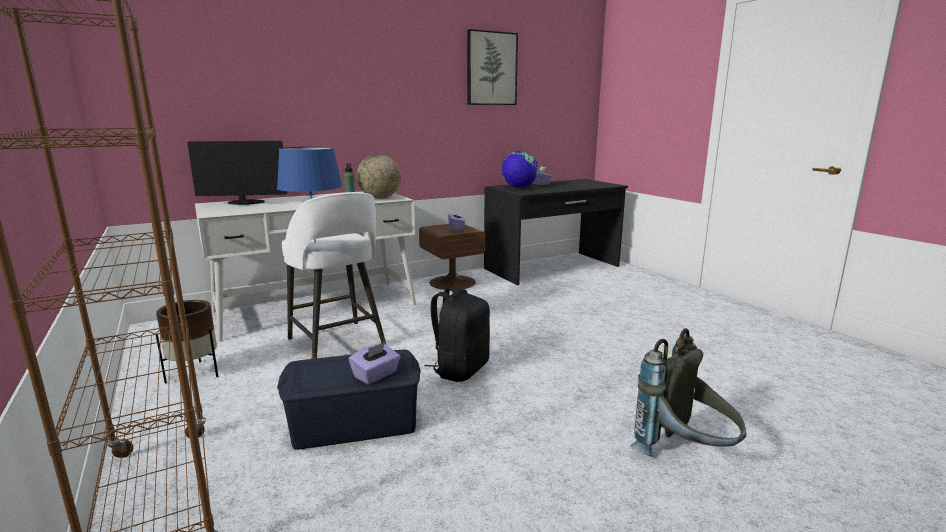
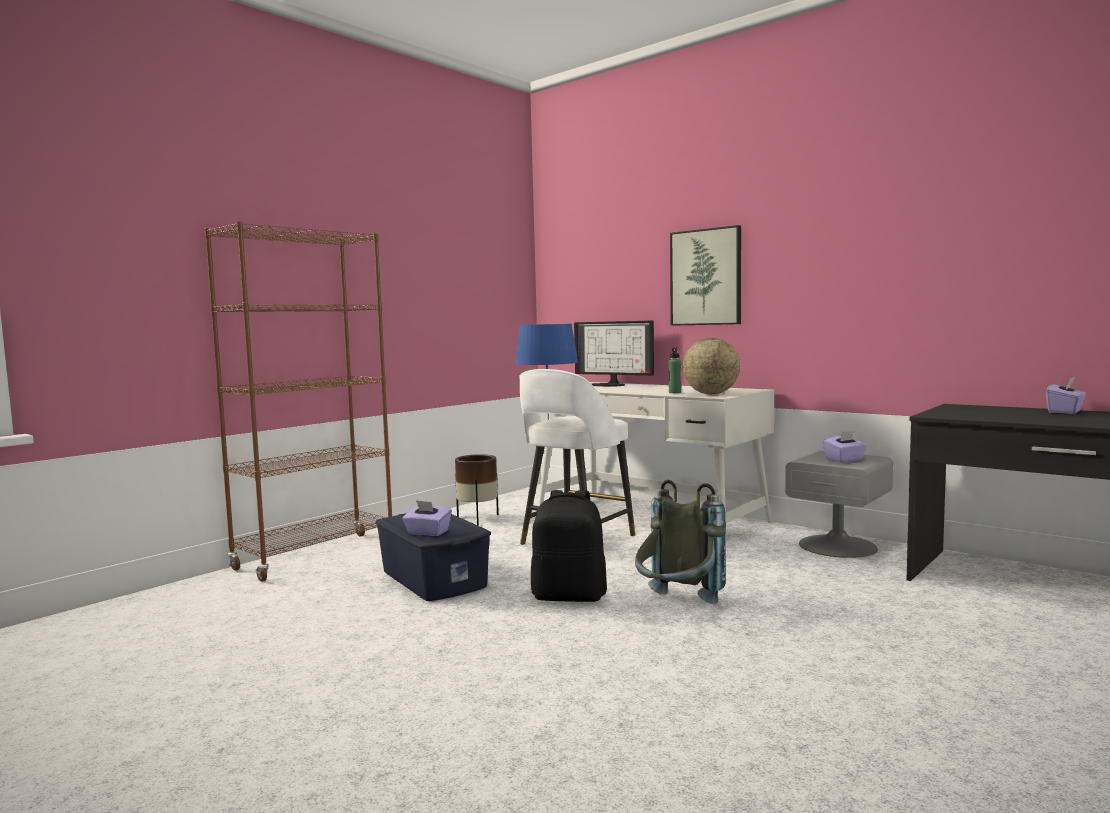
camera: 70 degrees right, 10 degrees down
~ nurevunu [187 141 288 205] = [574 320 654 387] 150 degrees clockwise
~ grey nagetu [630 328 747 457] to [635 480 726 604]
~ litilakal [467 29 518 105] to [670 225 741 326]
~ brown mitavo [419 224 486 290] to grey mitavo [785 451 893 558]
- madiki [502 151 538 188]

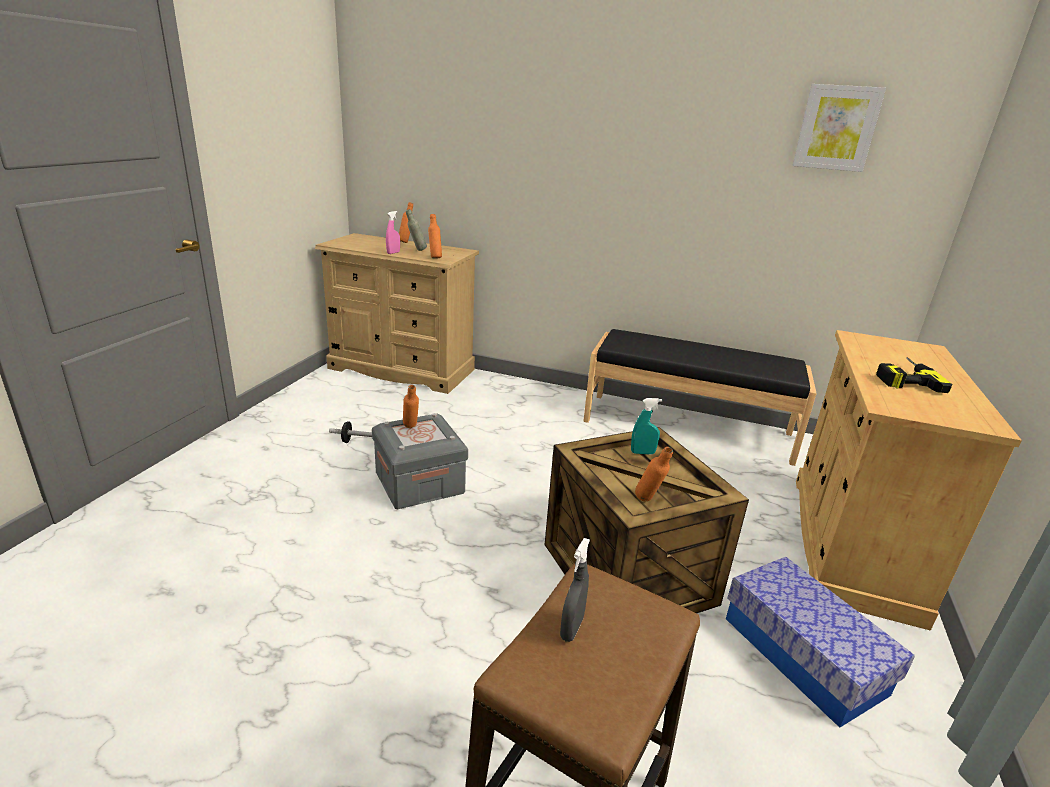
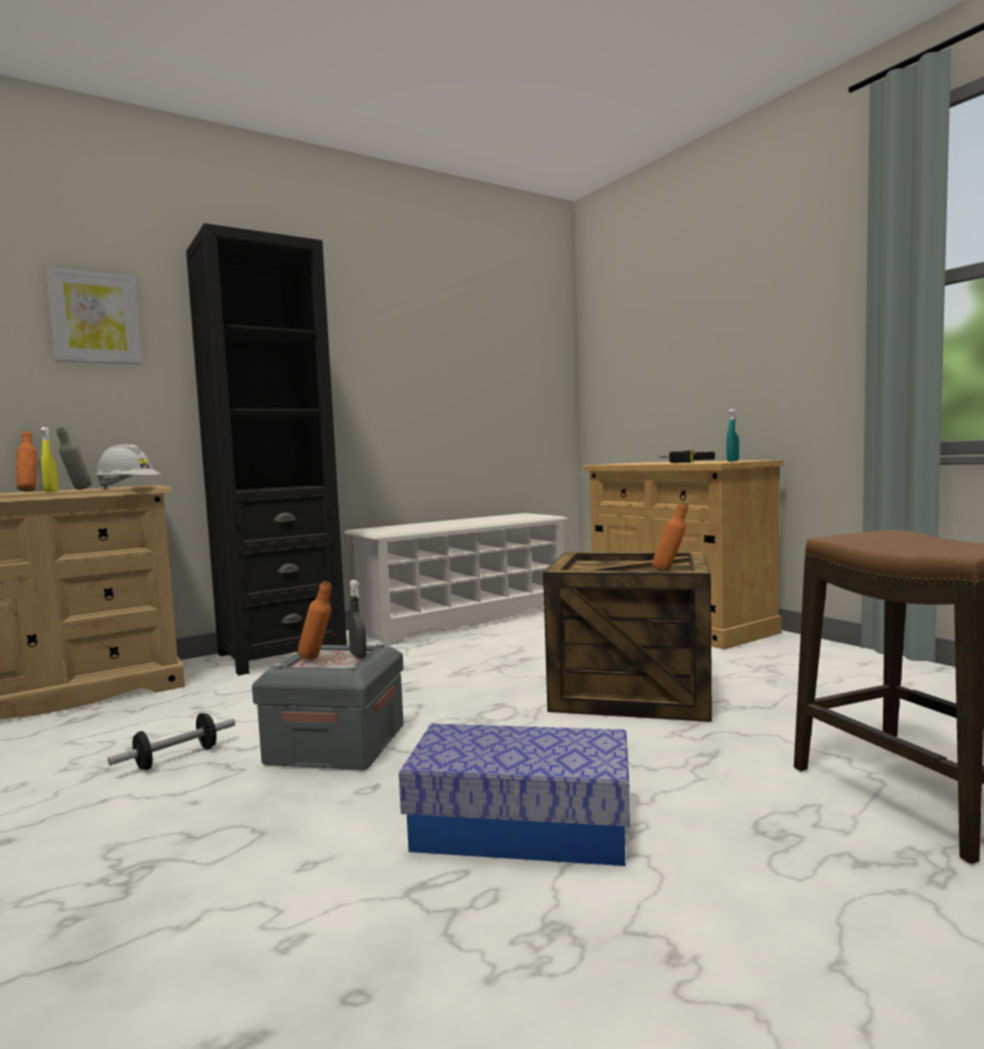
camera: 50 degrees left, 20 degrees down
~ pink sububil [386 211 400 254] to yellow sububil [41 427 58 492]
~ litilakal [793 84 886 172] to [46 267 142 364]
~ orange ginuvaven [428 214 442 259] to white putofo [95 444 161 488]
+ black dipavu [186 223 347 675]
~ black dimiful [583 329 817 466] to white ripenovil [344 513 567 646]
~ grey sububil [560 538 590 642] to [348 580 367 658]
~ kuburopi [726 557 915 728] to [399 724 630 866]
~ turquoise sububil [631 398 662 454] to [727 409 739 461]

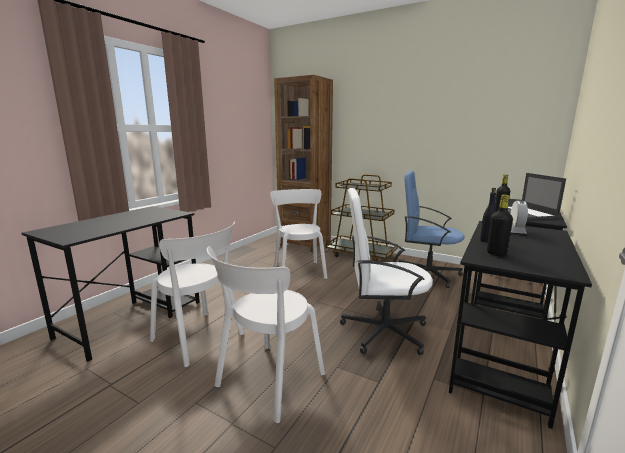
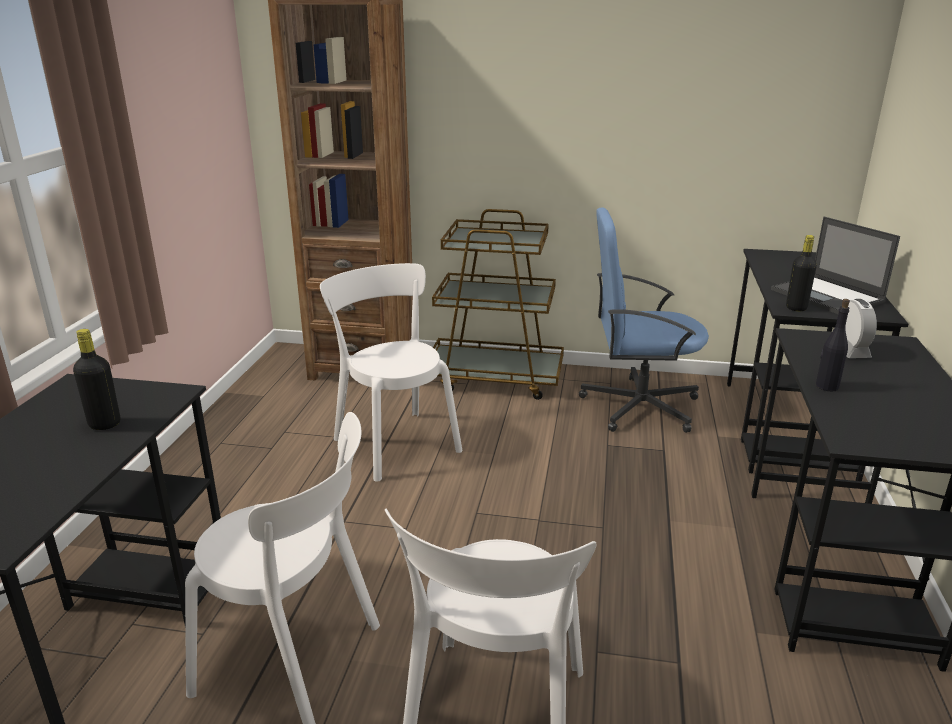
camera: 20 degrees left, 10 degrees up
~ black ginuvaven [487 195 513 256] to [73 329 120 430]
- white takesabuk [340 188 433 355]

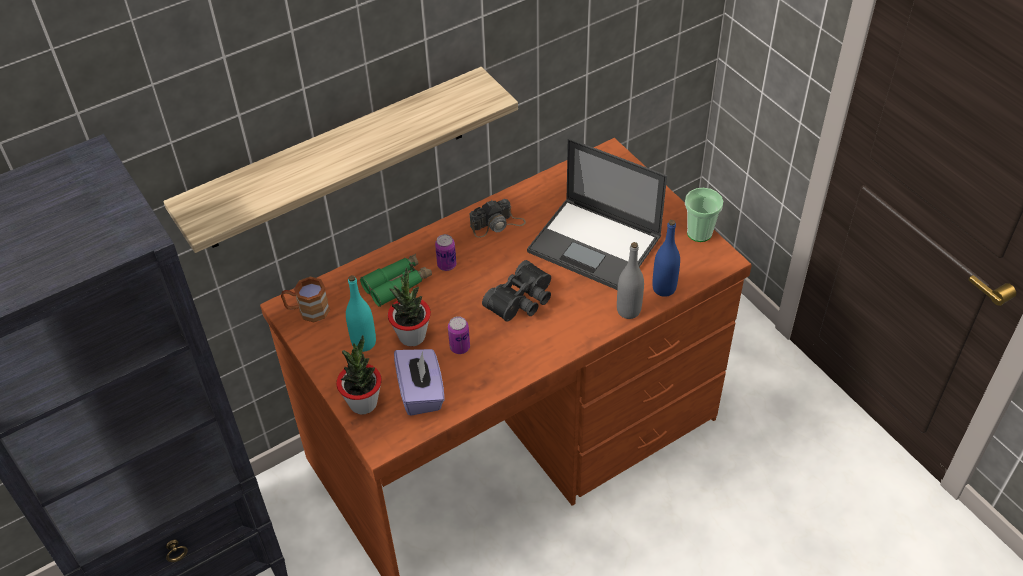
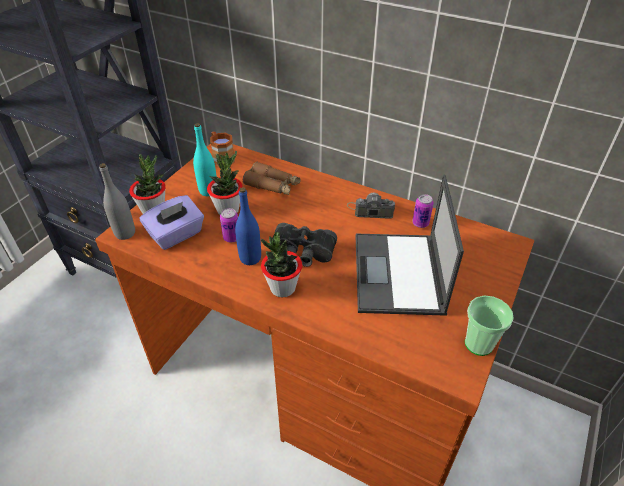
camera: 60 degrees right, 5 degrees down
~ grey ginuvaven [617 242 644 319] to [99 163 135 240]
~ blue ginuvaven [652 220 680 297] to [235 187 261 265]
~ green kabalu [360 254 432 307] to brown kabalu [243 162 301 195]
+ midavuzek [261 232 302 298]
~ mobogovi [470 199 526 238] = [347 193 395 219] 150 degrees clockwise
~ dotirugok [435 234 456 271] to [412 194 434 228]
- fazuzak [164 67 518 253]

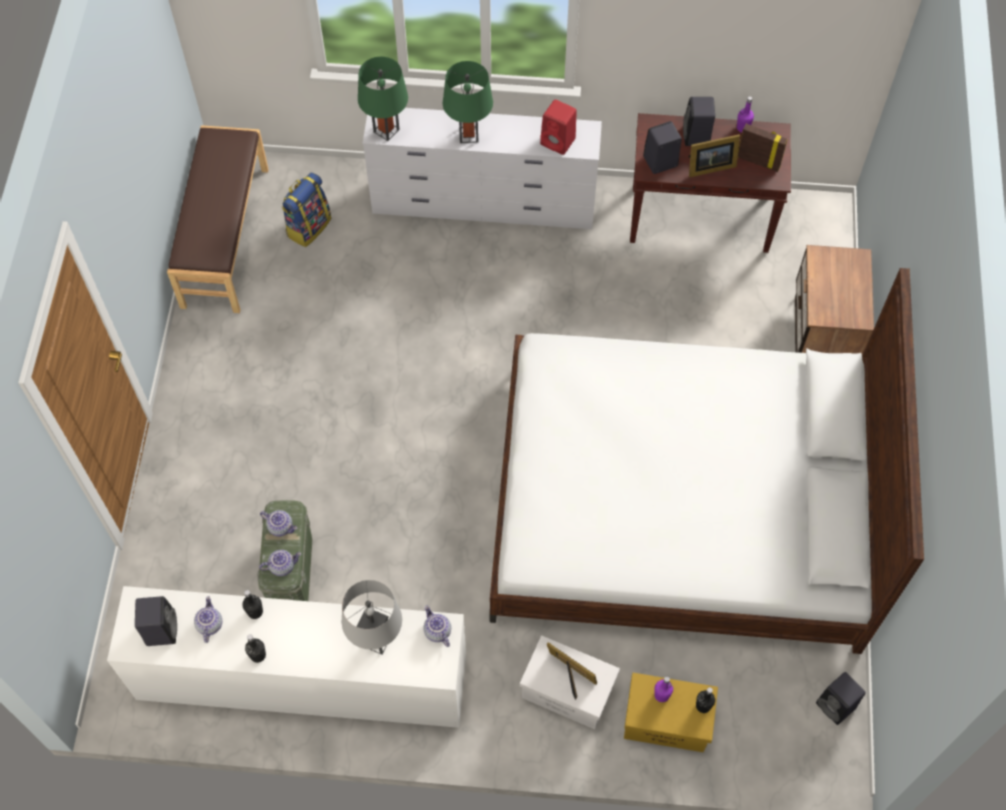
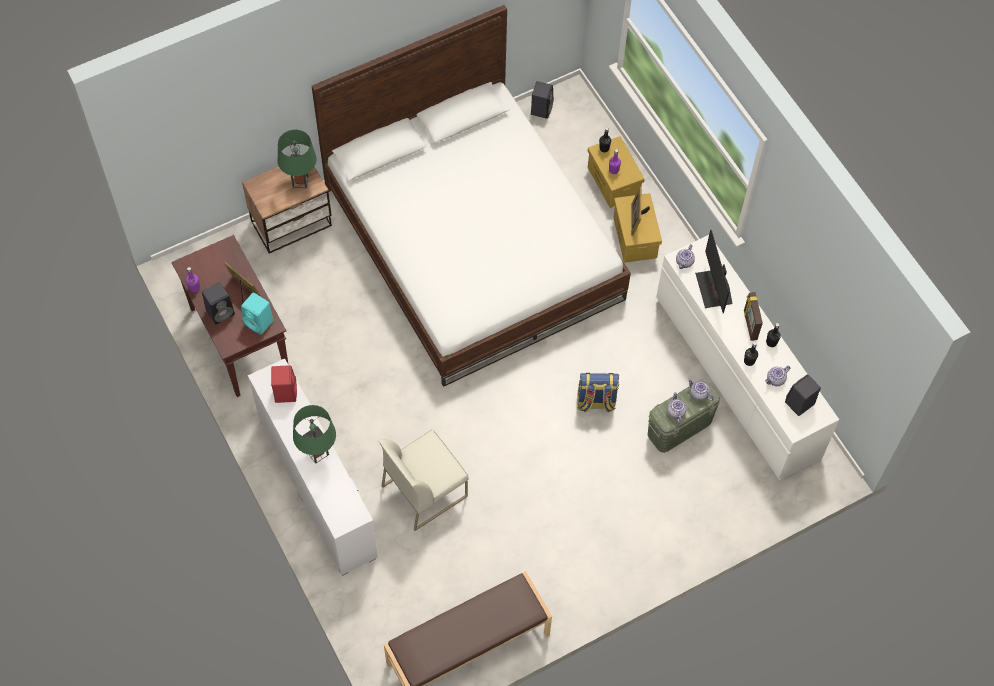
camera: 125 degrees left, 0 degrees up
~ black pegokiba [643 121 682 174] to turquoise pegokiba [241 292 274 335]
~ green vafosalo [358 56 408 141] to [278 130 317 188]
+ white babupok [378 430 469 531]
~ nagetu [281 172 331 247] to [577 373 619 413]
~ white kuburopi [520 635 620 729] to yellow kuburopi [613 193 662 263]
~ grey vafosalo [342 580 402 654] to nurevunu [695 230 733 313]
~ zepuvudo [738 124 788 172] to [744 292 763 341]

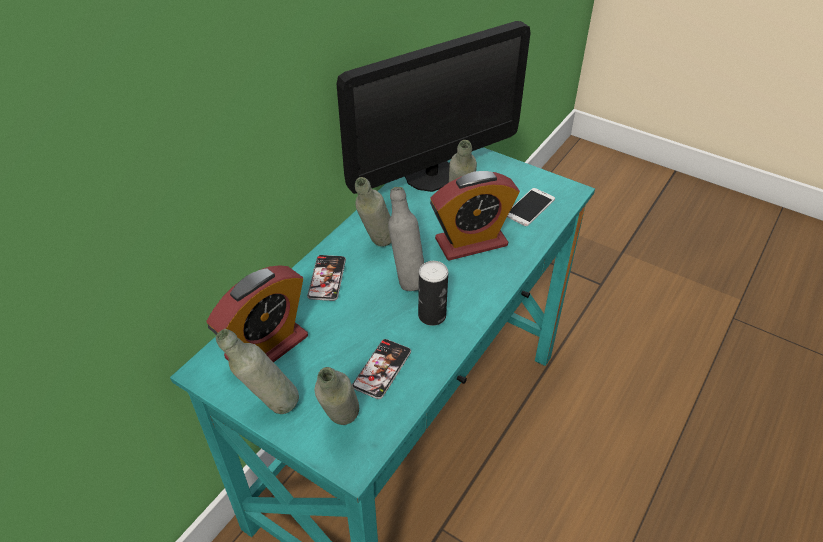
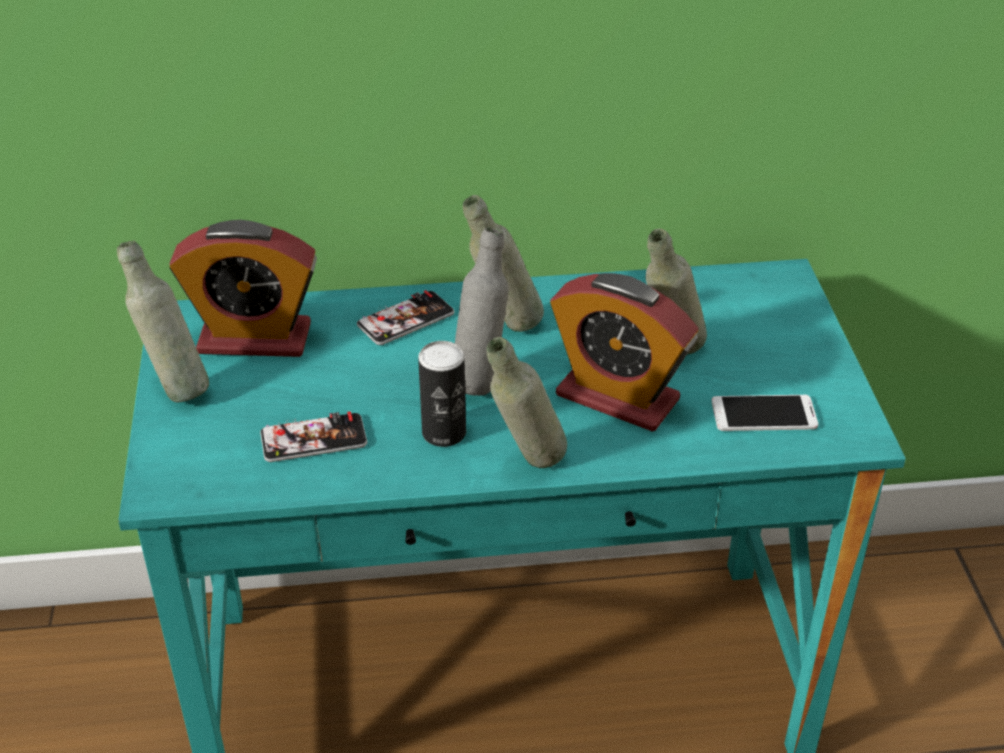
camera: 50 degrees right, 5 degrees down
~ grey ginuvaven [315 367 359 425] to [487 337 567 468]
- nurevunu [336 21 531 194]

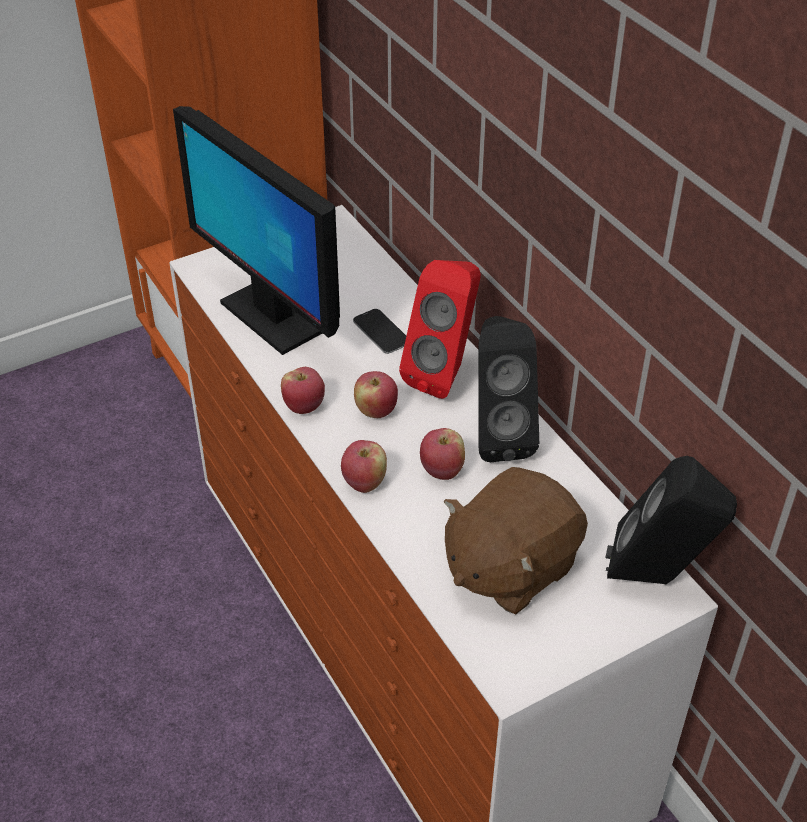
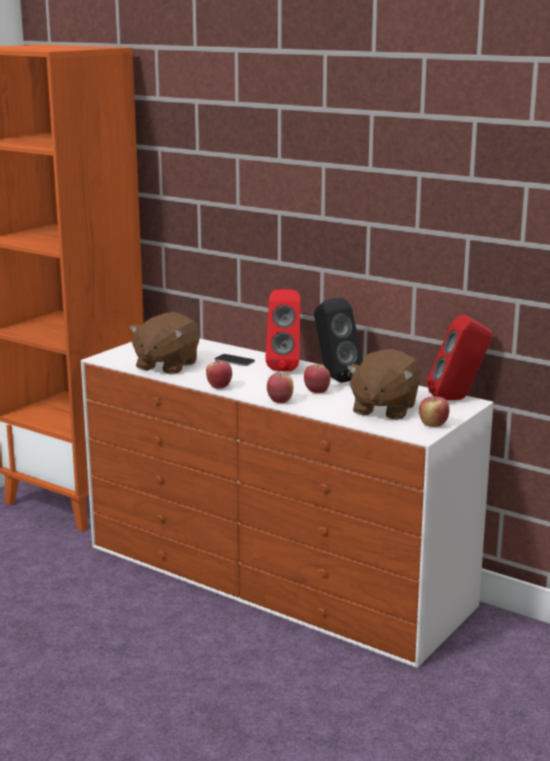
camera: 25 degrees left, 25 degrees down
~ nurevunu [173 106 340 355] to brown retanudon [129 312 200 374]
~ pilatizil [354 371 398 418] to [419 396 449 427]
~ black pegokiba [605 456 737 584] to red pegokiba [427 314 492 400]

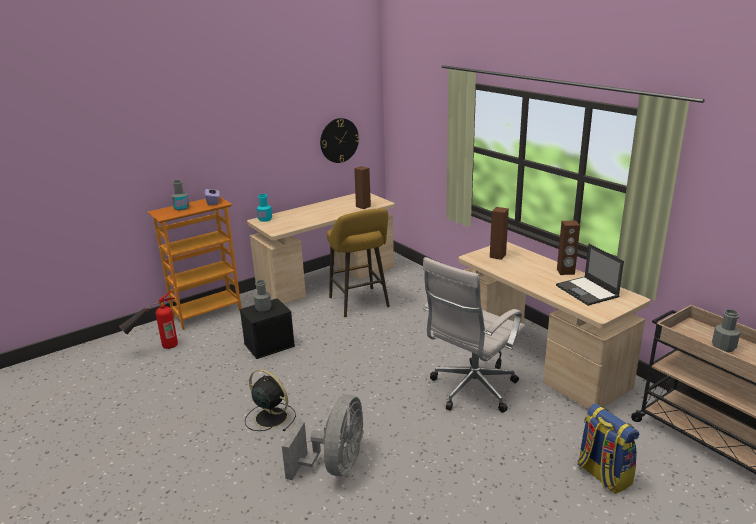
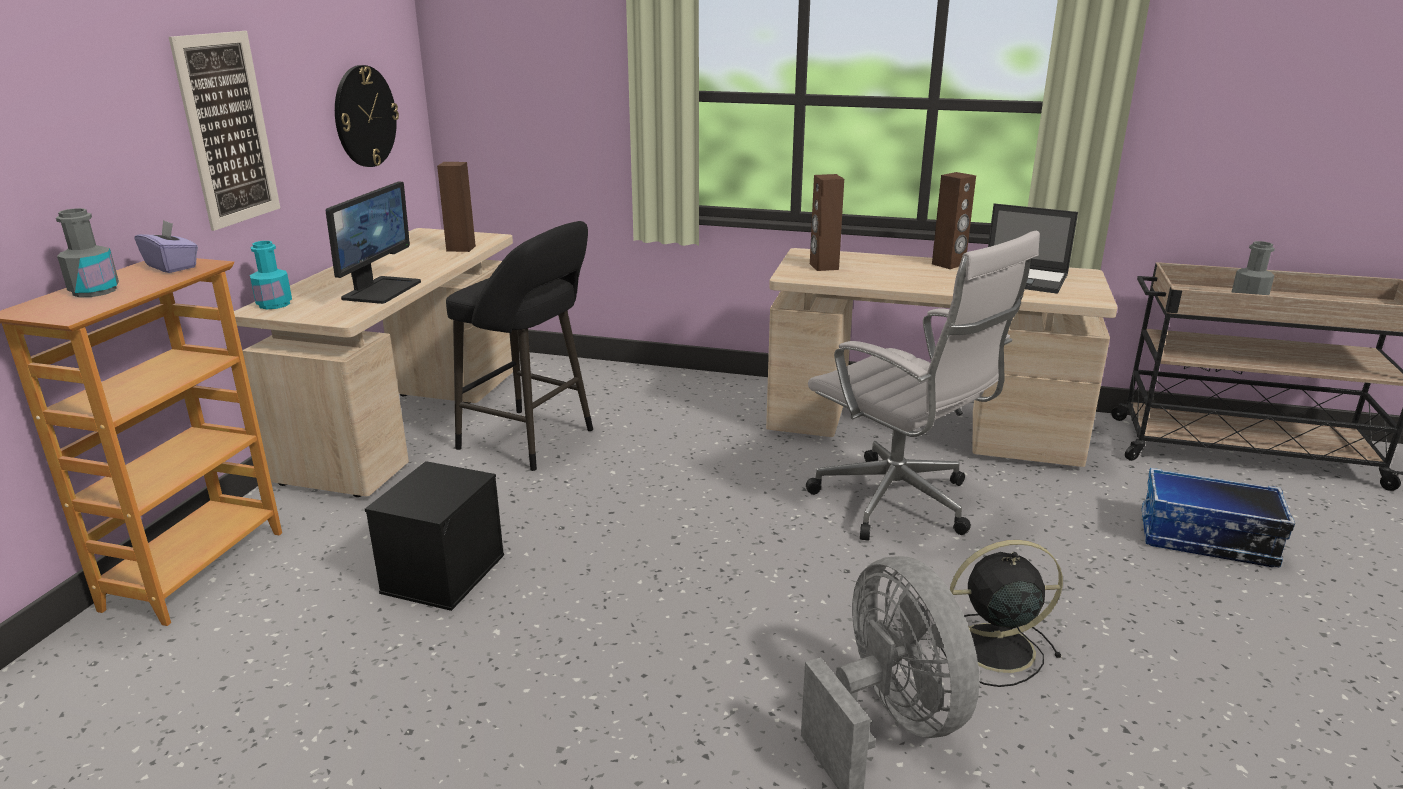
camera: 40 degrees left, 0 degrees up
+ litilakal [169 31 280 231]
+ nurevunu [326 181 421 304]
~ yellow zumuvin [327 208 390 317] to black zumuvin [446 221 593 471]
~ white takesabuk [422 257 526 413] = [806 231 1040 541] 45 degrees counterclockwise
~ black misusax [245 369 296 431] to [941 540 1063 687]
~ nagetu [578 403 639 494] to kuburopi [1142 468 1295 567]
- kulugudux [119 291 178 349]
- grey ginuvaven [254 280 272 312]

